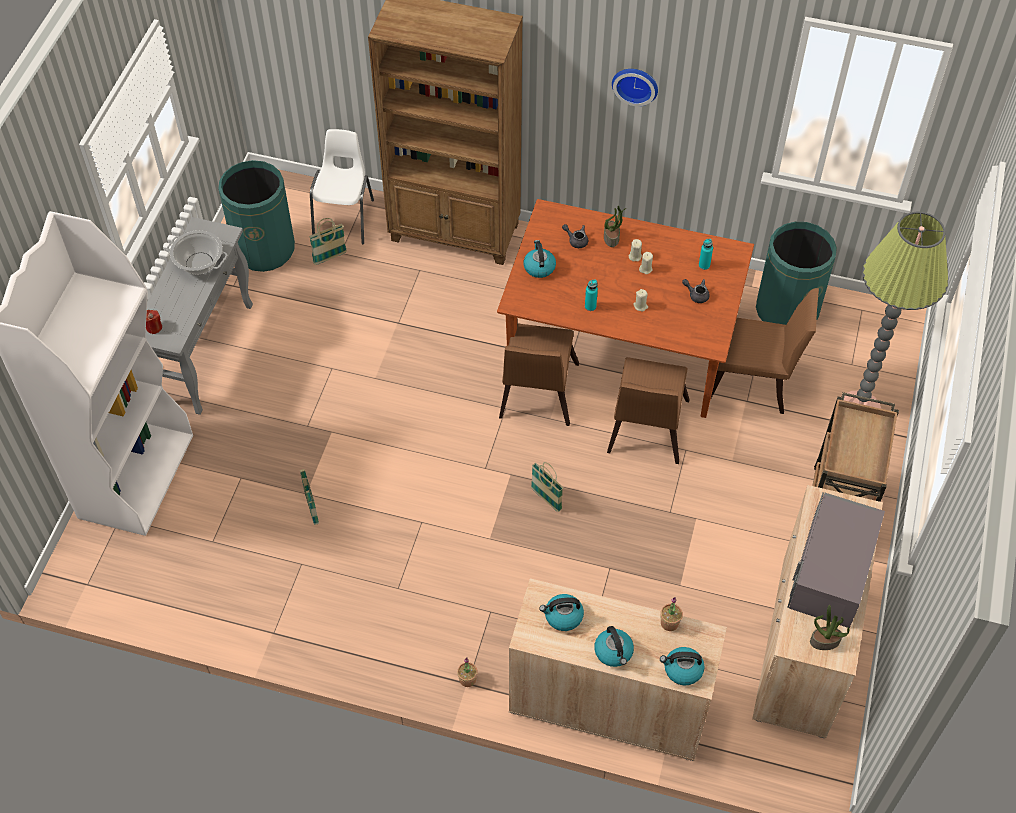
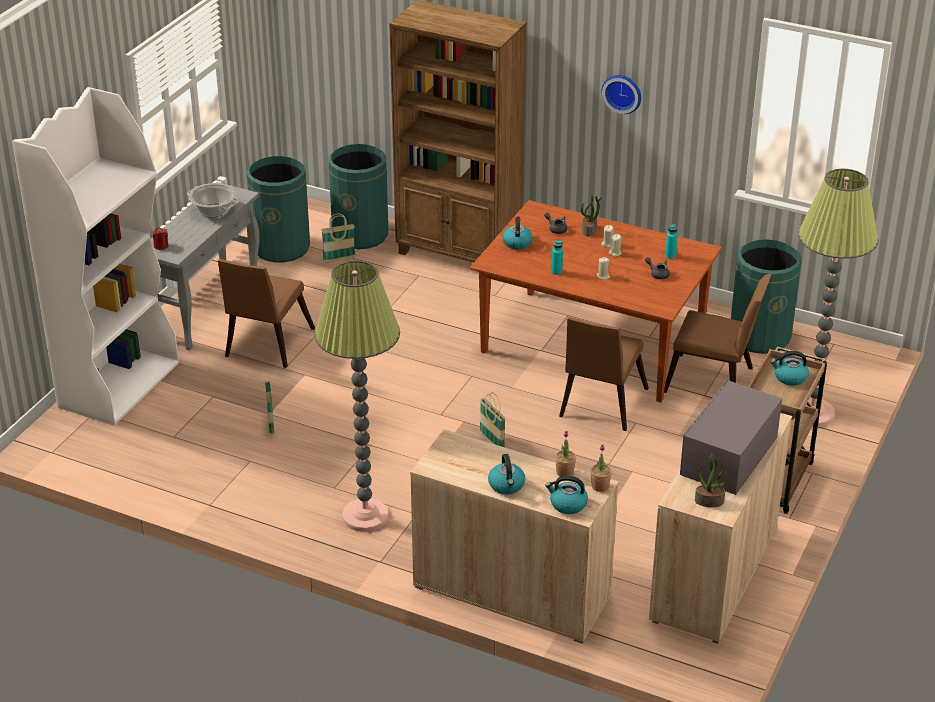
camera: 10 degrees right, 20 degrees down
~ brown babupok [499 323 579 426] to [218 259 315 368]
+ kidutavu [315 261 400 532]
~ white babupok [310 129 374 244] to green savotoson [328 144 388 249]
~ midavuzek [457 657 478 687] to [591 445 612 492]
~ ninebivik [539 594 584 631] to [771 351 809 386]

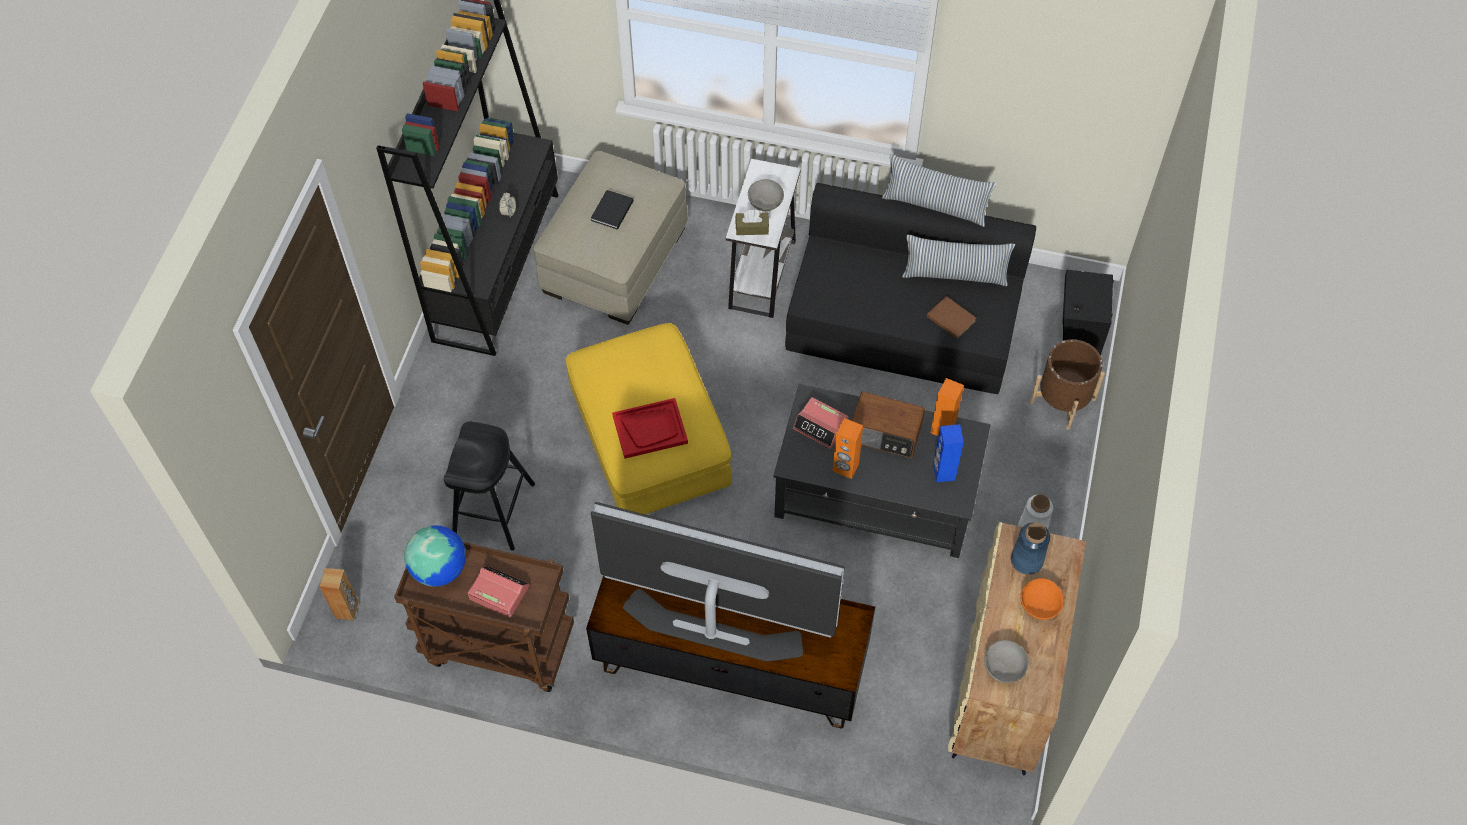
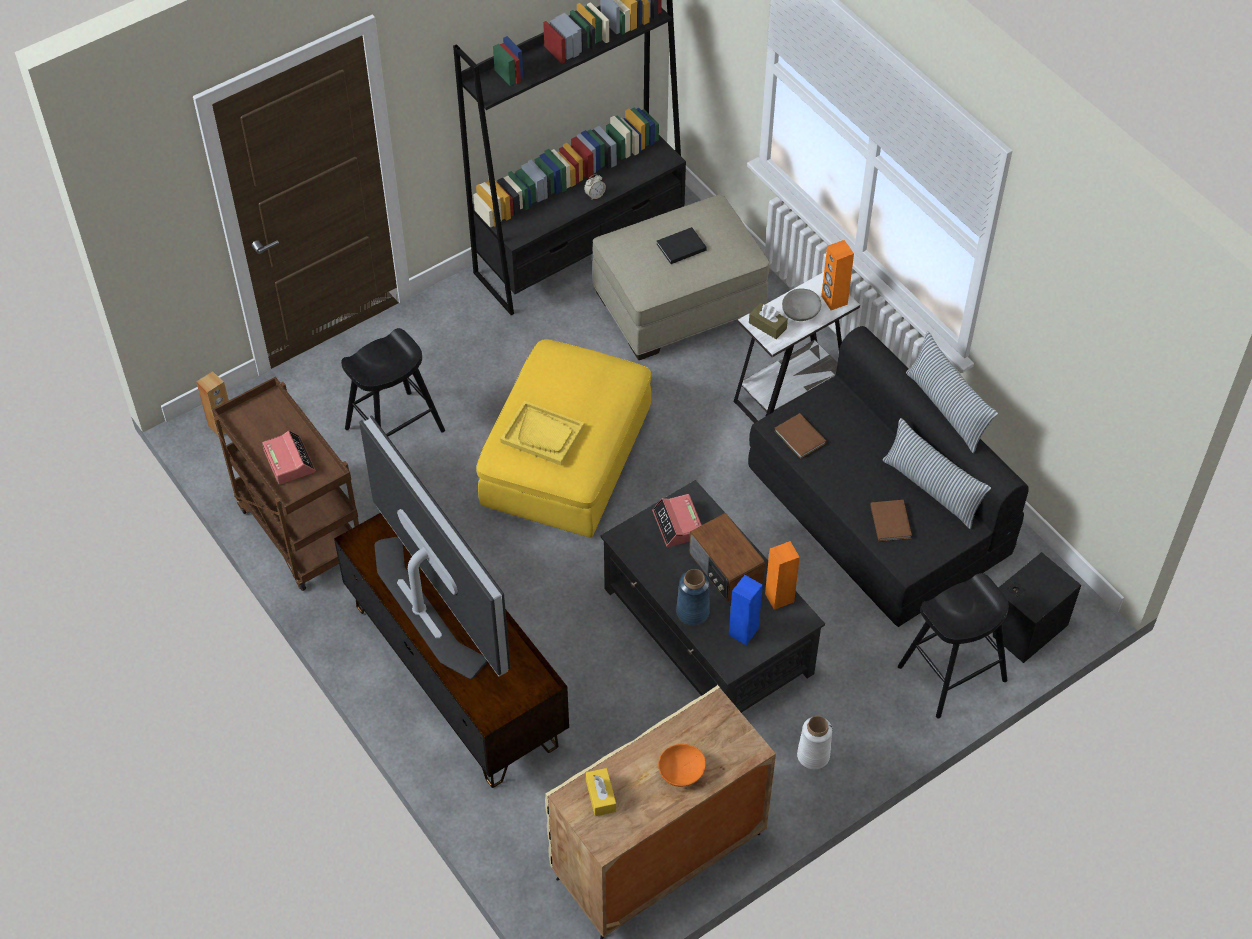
camera: 40 degrees right, 5 degrees down
~ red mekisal [612 398 688 459] to yellow mekisal [500 401 584 465]
~ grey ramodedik [984 640 1029 683] to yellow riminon [586 768 616 816]
~ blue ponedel [1011 522 1050 575] to [676 569 709 625]
+ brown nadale [774 413 826 459]
~ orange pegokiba [833 418 863 479] to [821 240 854 310]
~ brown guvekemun [1030 339 1105 429] to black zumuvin [898 573 1009 718]
- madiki [404 525 466 587]

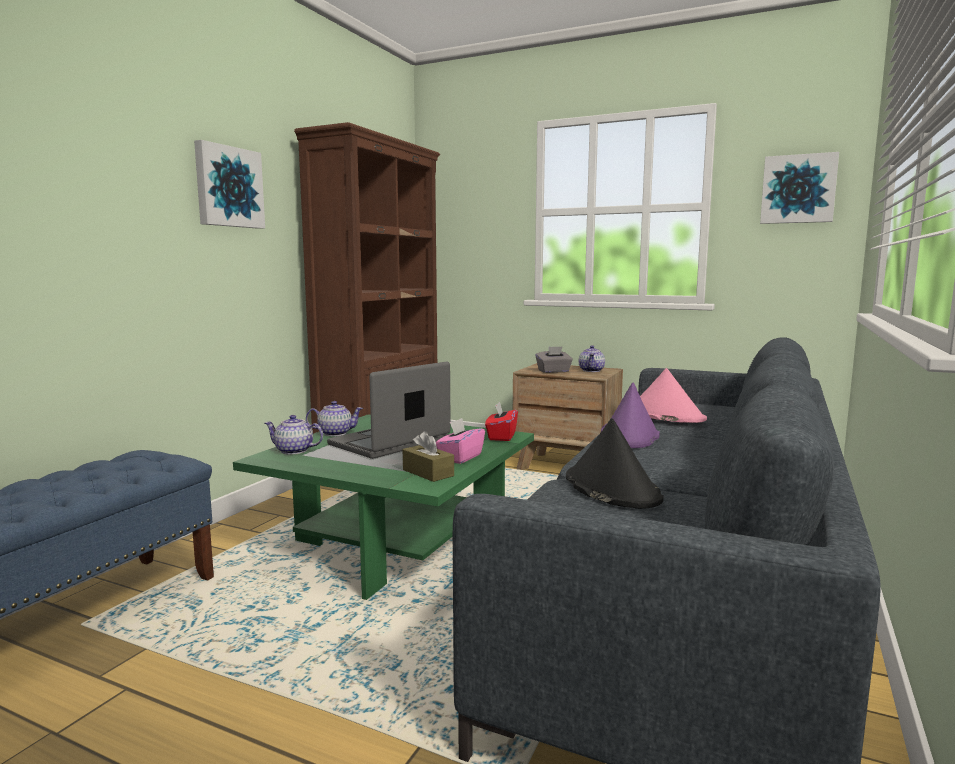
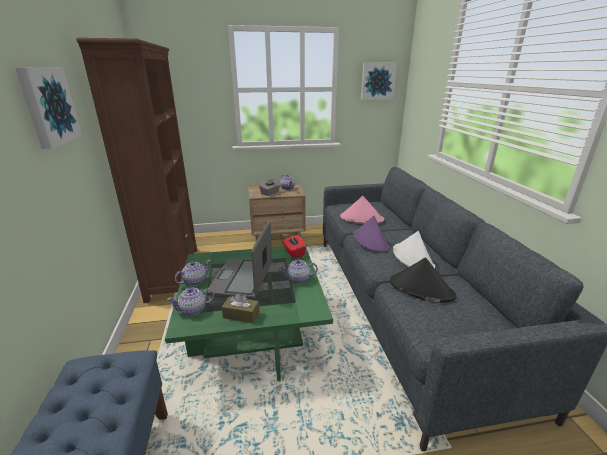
camera: 35 degrees left, 15 degrees up
~ brown riminon [403 431 454 482] to [222 293 259 323]
~ pink riminon [436 418 485 464] to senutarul [279 259 318 284]
+ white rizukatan [393 231 435 268]

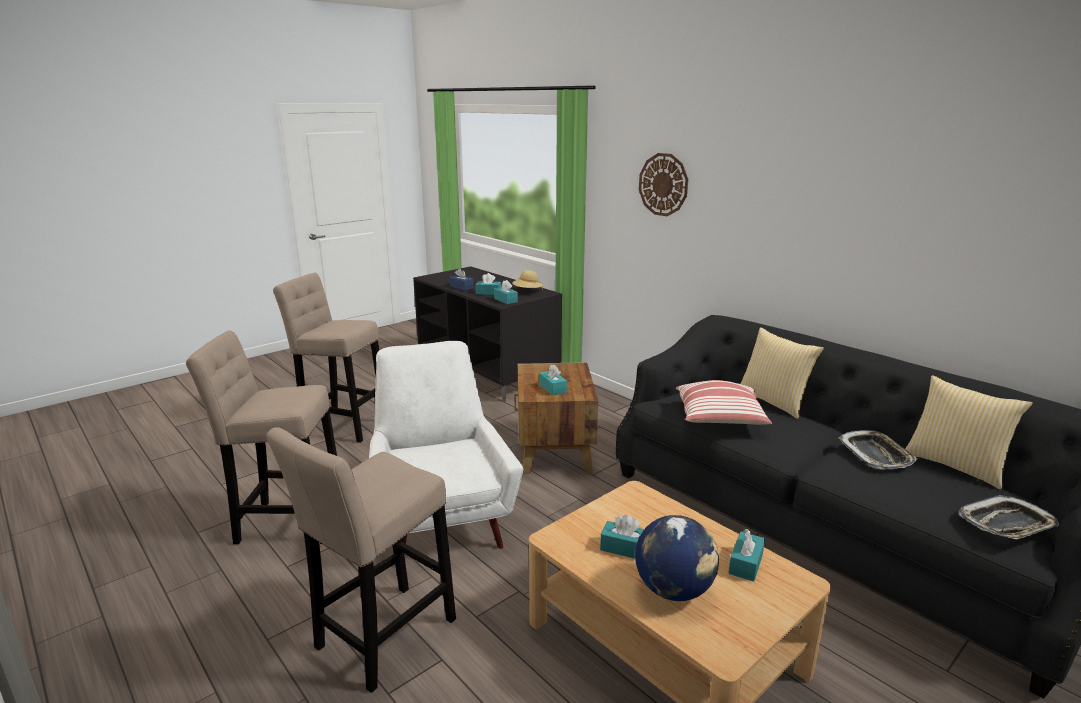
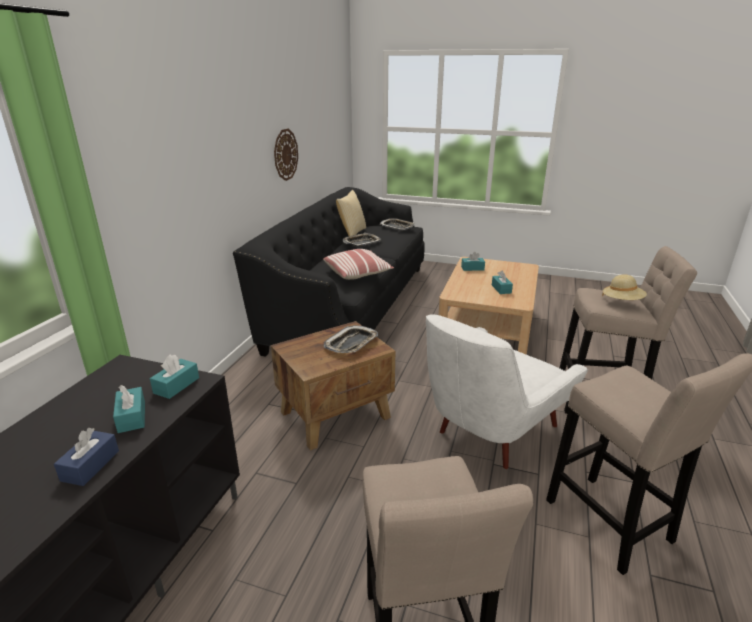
camera: 120 degrees left, 5 degrees up
~ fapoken [639 153 688 216] to [274 129 298 181]
~ turquoise riminon [539 365 567 395] to mekisal [324 325 378 353]
~ beige rizukatan [512 270 543 291] to [602 274 647 300]
- madiki [635 515 719 601]
- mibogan [740 327 824 419]

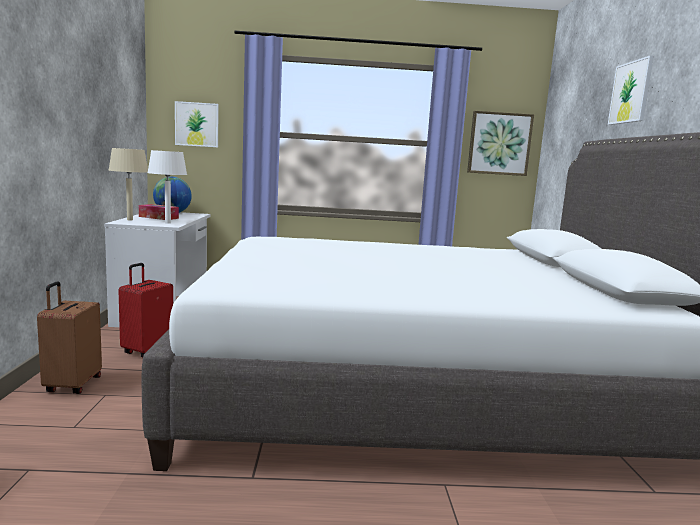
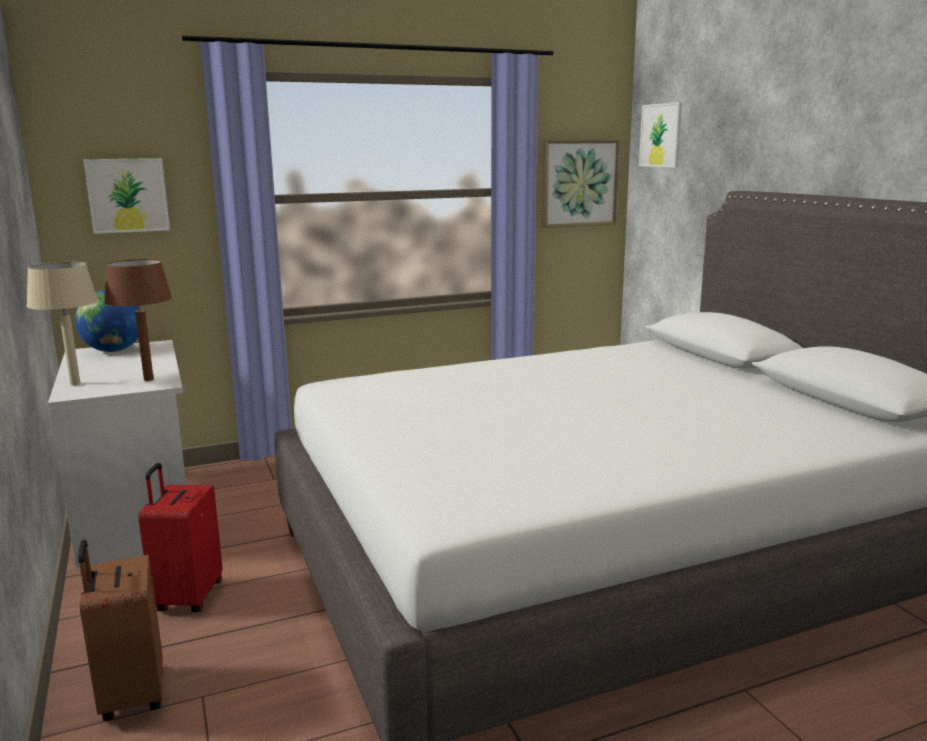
camera: 20 degrees left, 5 degrees up
~ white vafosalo [147 150 187 224] to brown vafosalo [104 259 172 381]
~ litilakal [608 55 654 125] to [639 102 682 167]
- riminon [139 204 179 220]

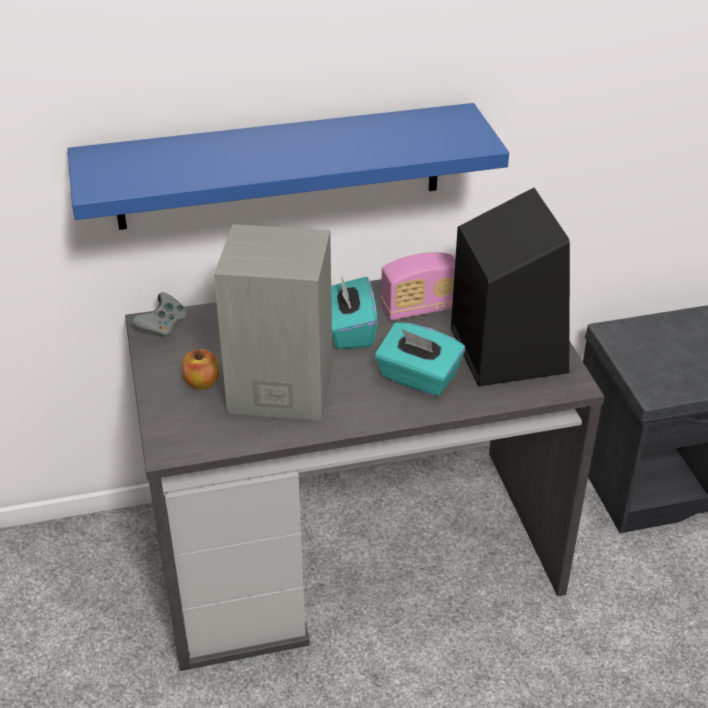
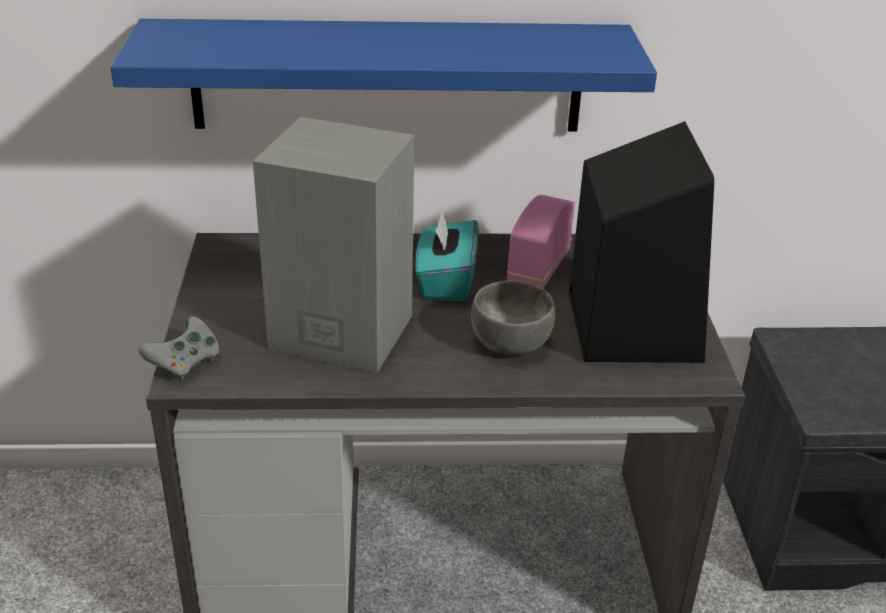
camera: 10 degrees right, 5 degrees down
~ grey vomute [132 292 187 339] to [138 316 220 380]
~ turquoise riminon [375 322 465 396] to grey ramodedik [471 280 555 355]
~ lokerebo [381 252 455 320] = [507 195 575 288] 120 degrees clockwise
- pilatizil [182 349 220 390]

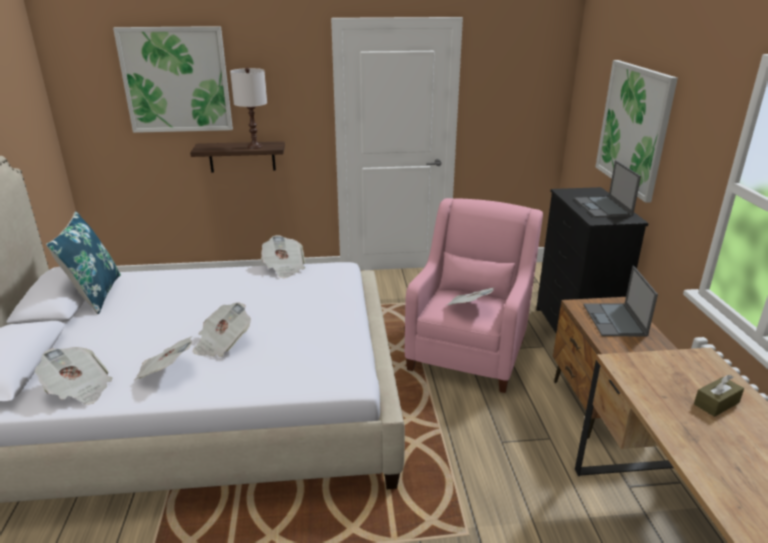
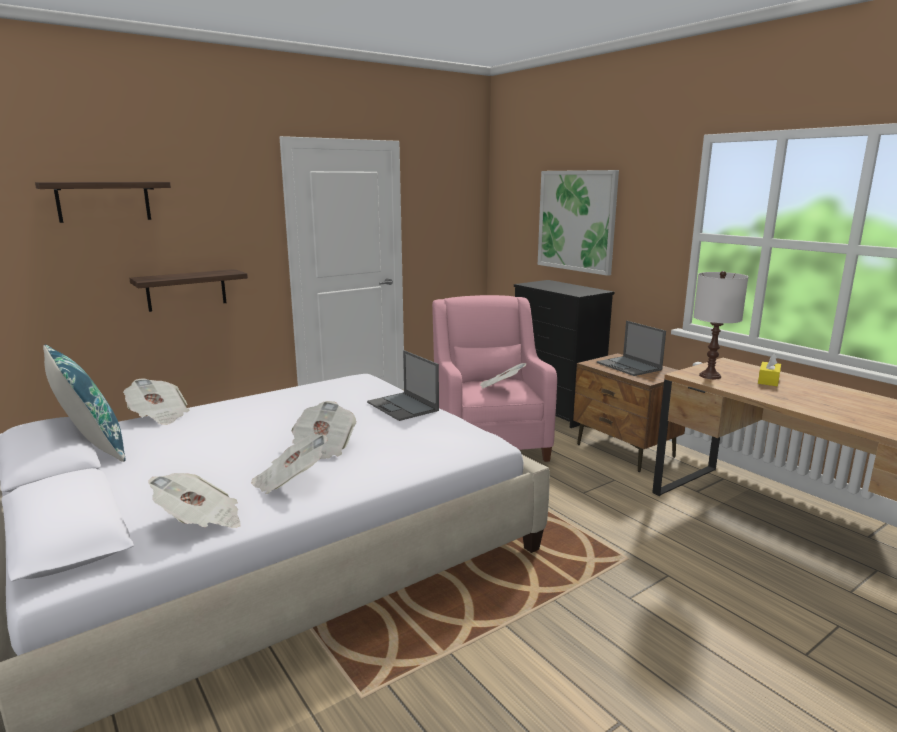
camera: 30 degrees left, 10 degrees down
~ litilakal [113 26 233 133] to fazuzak [35 182 171 223]
~ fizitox [261 235 305 278] to [123 378 190 425]
~ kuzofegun [574 160 641 218] to [367 350 439 421]
~ white vafosalo [230 68 267 149] to [693 271 748 379]
~ brown riminon [694 375 744 417] to yellow riminon [758 353 781 386]

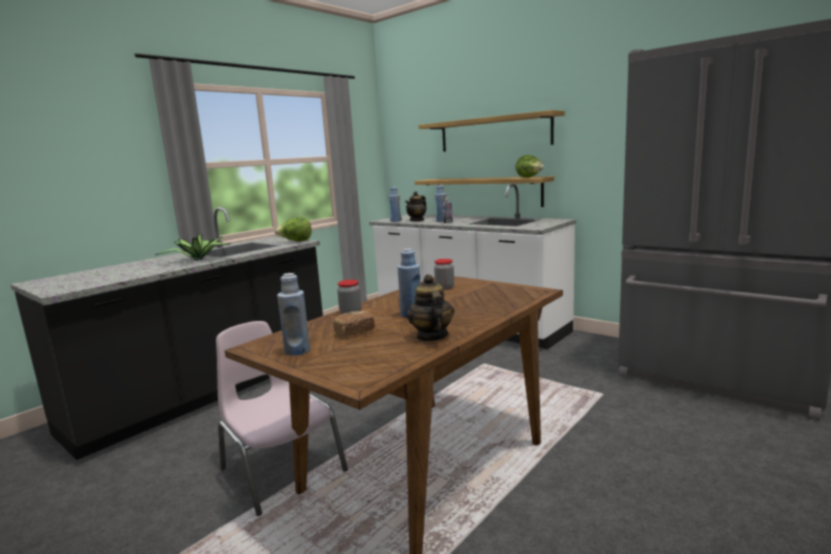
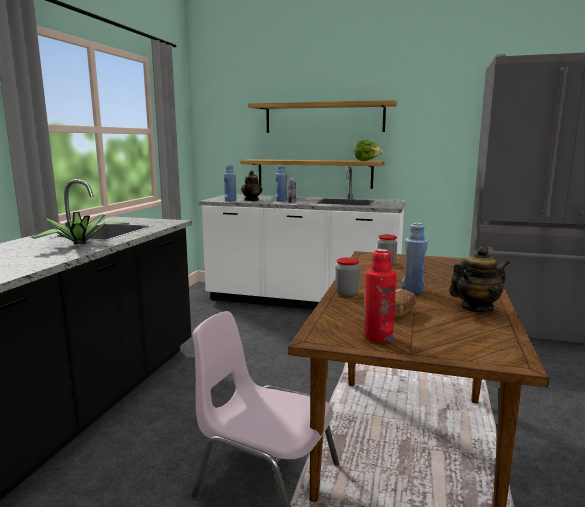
camera: 25 degrees left, 0 degrees up
~ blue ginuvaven [277 273 310 356] to red ginuvaven [364 249 396 343]
~ senutarul [407 274 454 342] = [449 246 510 312] 105 degrees clockwise
- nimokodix [275 217 312 242]

